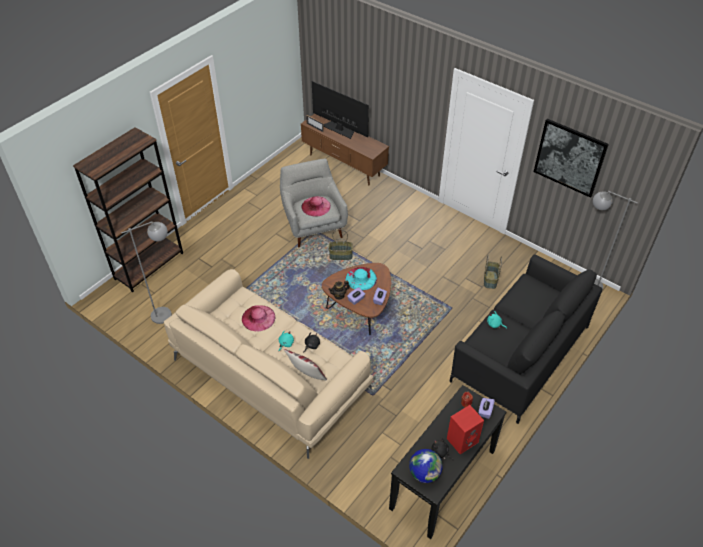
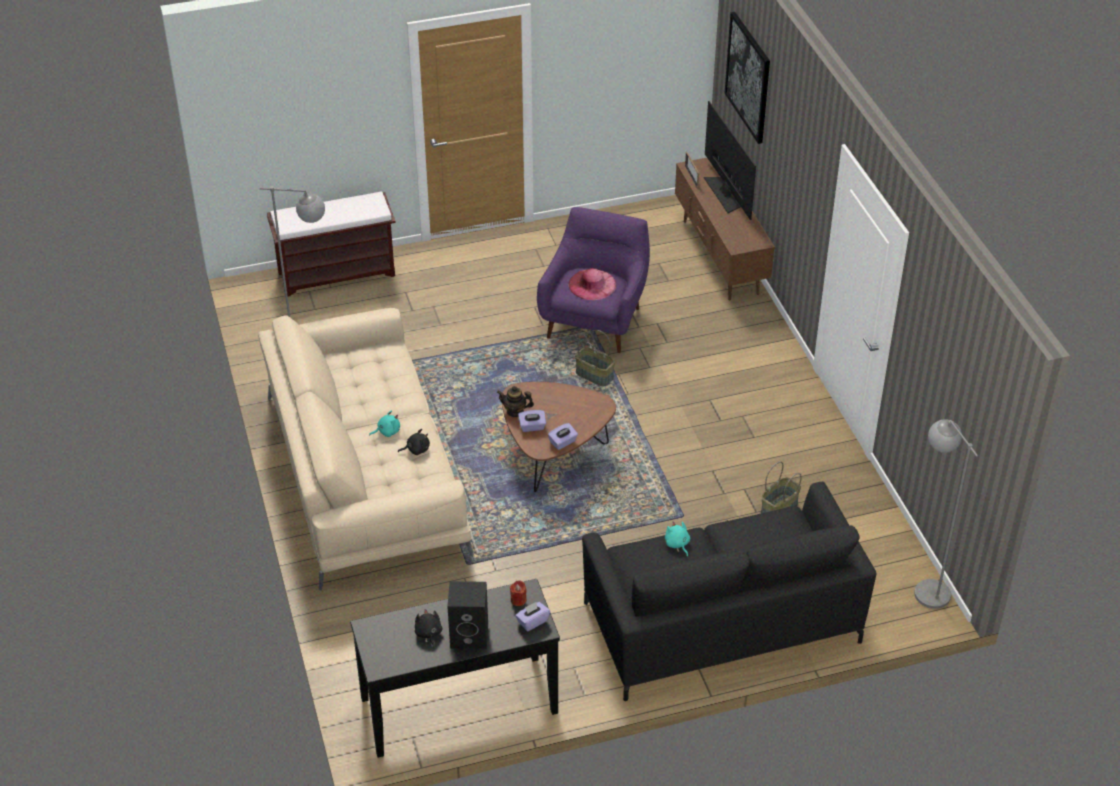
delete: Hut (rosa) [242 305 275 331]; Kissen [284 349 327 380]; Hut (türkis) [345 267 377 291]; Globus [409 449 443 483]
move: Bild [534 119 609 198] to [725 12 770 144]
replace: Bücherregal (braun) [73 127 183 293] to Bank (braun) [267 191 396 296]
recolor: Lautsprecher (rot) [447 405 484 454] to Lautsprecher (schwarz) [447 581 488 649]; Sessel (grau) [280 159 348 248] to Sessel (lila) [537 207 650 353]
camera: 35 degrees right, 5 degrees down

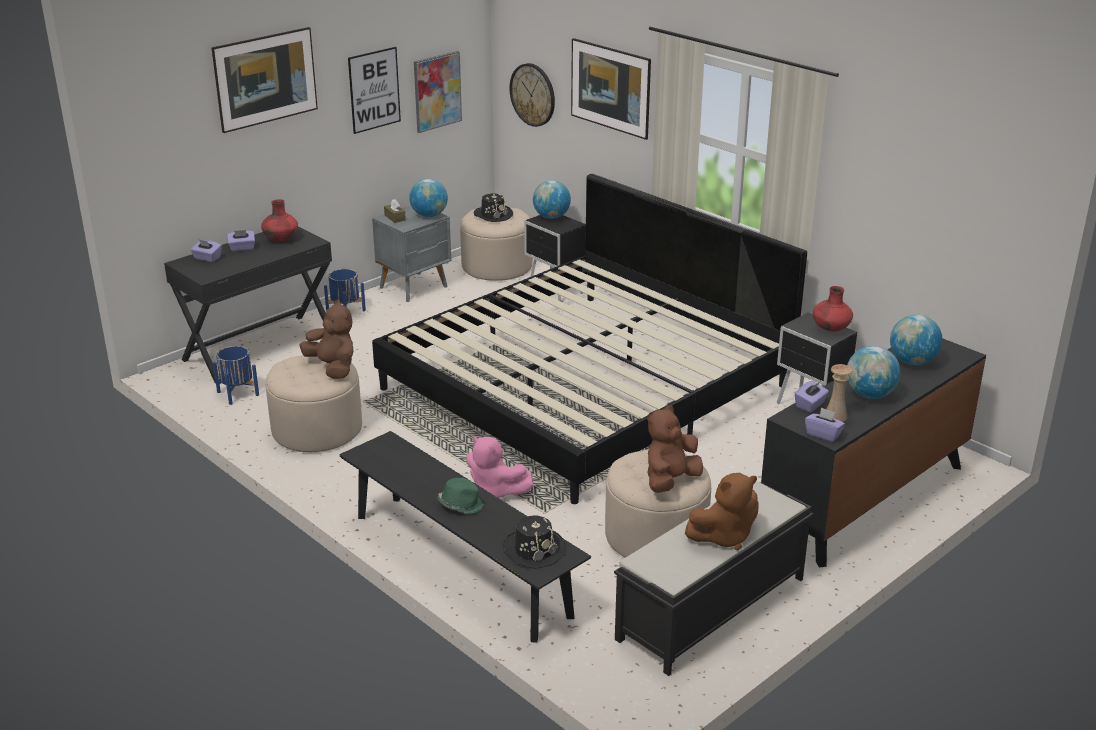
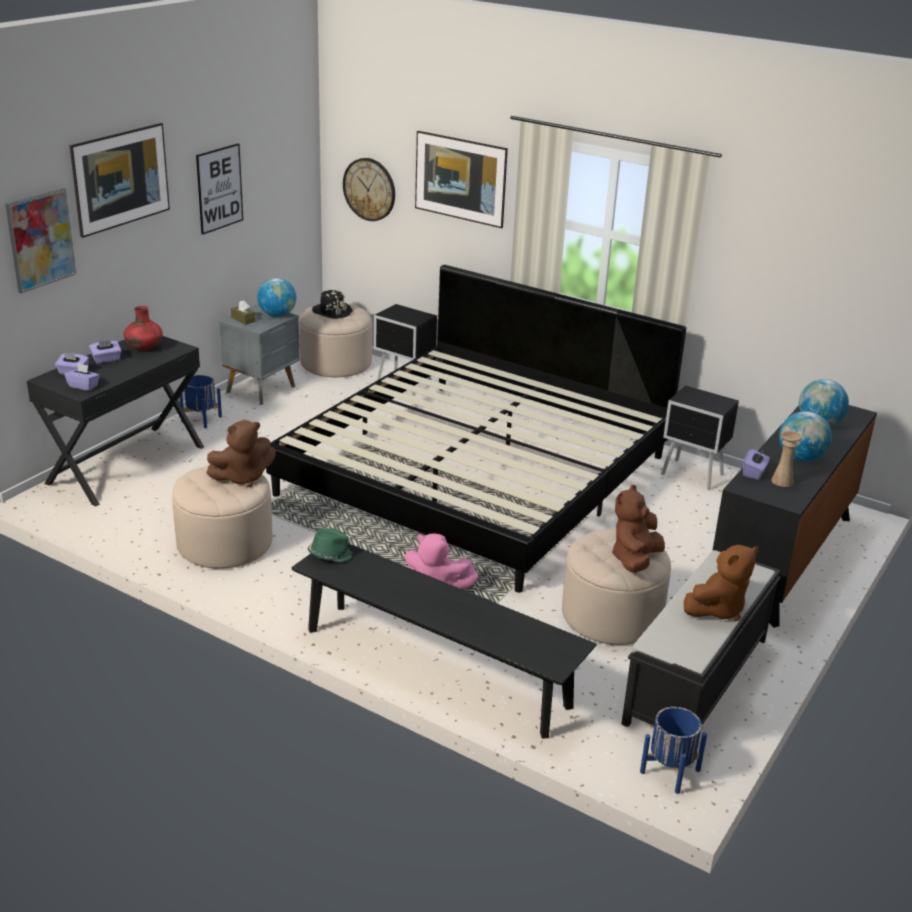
delete: Hut (schwarz) [503 515 566 569]; Globus [533 180 571 219]; Vase (rot) [813 286 853 332]
move: Bild [414 51 462 133] to [5 188 76 293]; Taschentuchbox (lila) [805 407 845 442] to [64 363 100 391]; Hut (grün) [437 478 484 514] to [308 528 353 562]; Pflanzkübel (blau) [213 346 259 405] to [640 707 707 794]
rotate: Plüschtier (braun) [299 300 353 379] = [207 420 276 487] 120 degrees clockwise
camera: 15 degrees left, 0 degrees up

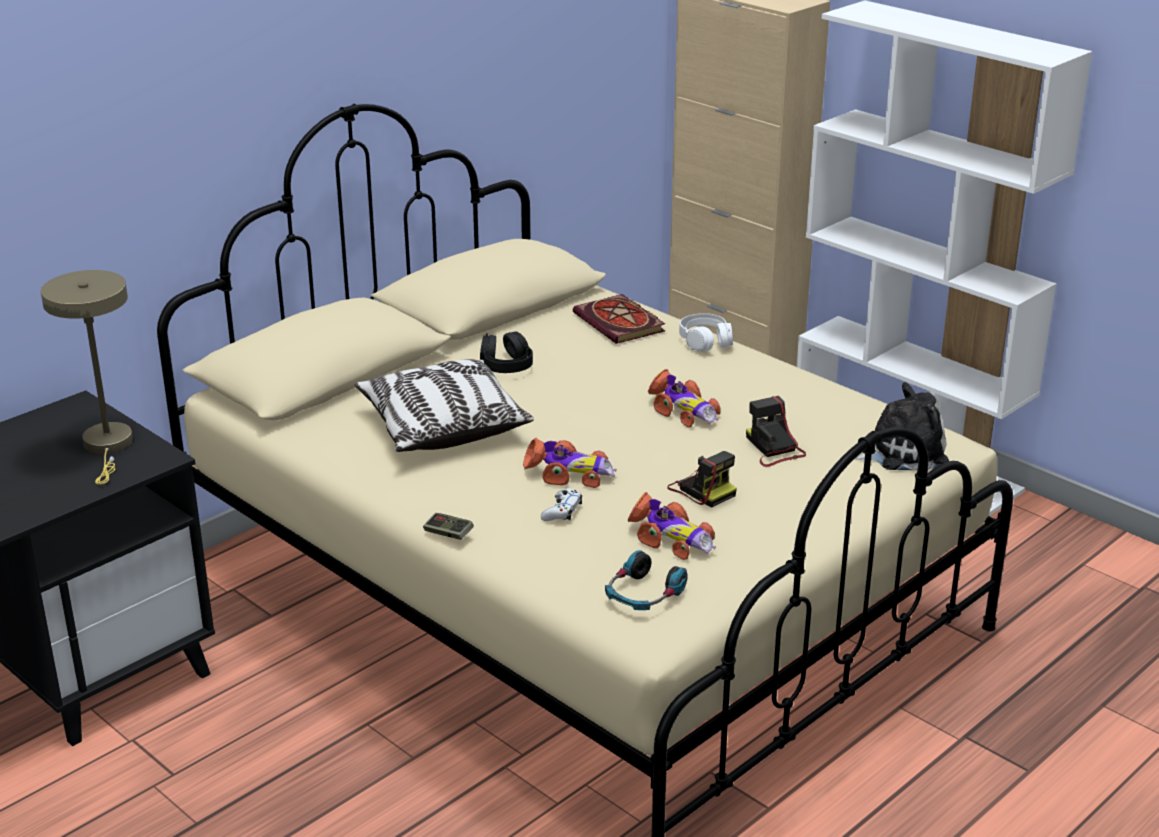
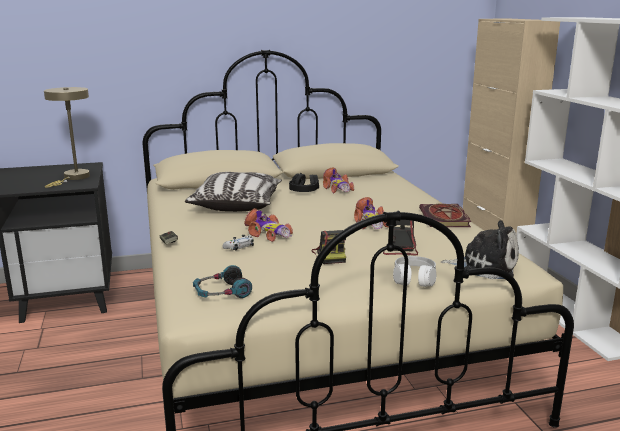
move: Spielzeugauto [628 492 716 560] to [323 167 354 194]; Kopfhörer (weiß) [679 313 733 351] to [393 256 436 287]; Buch [573 294 665 344] to [419 203 471 227]
camera: 30 degrees right, 10 degrees down

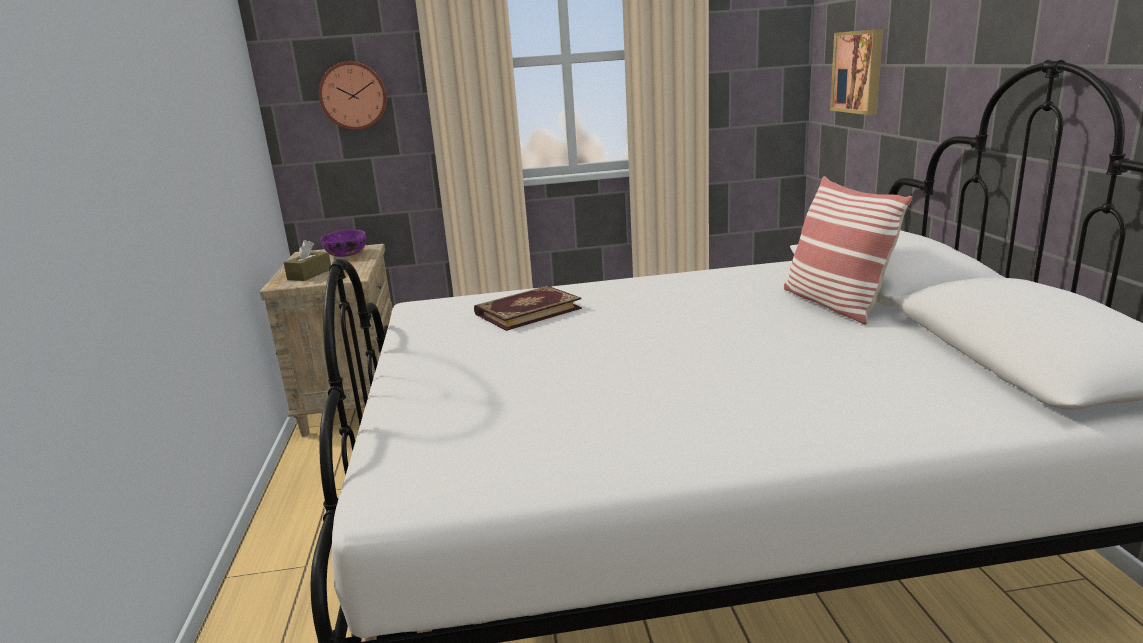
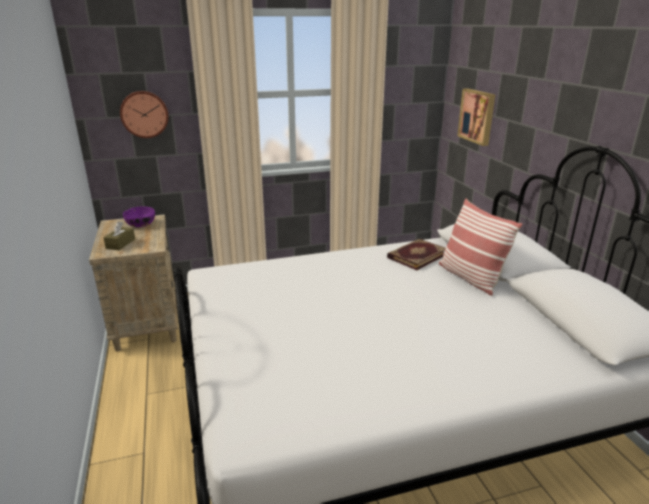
move: Buch [474 286 582 331] to [387 239 445 270]
camera: 10 degrees left, 5 degrees up

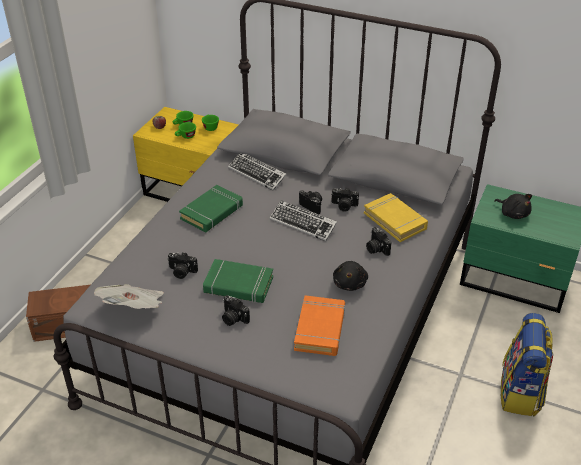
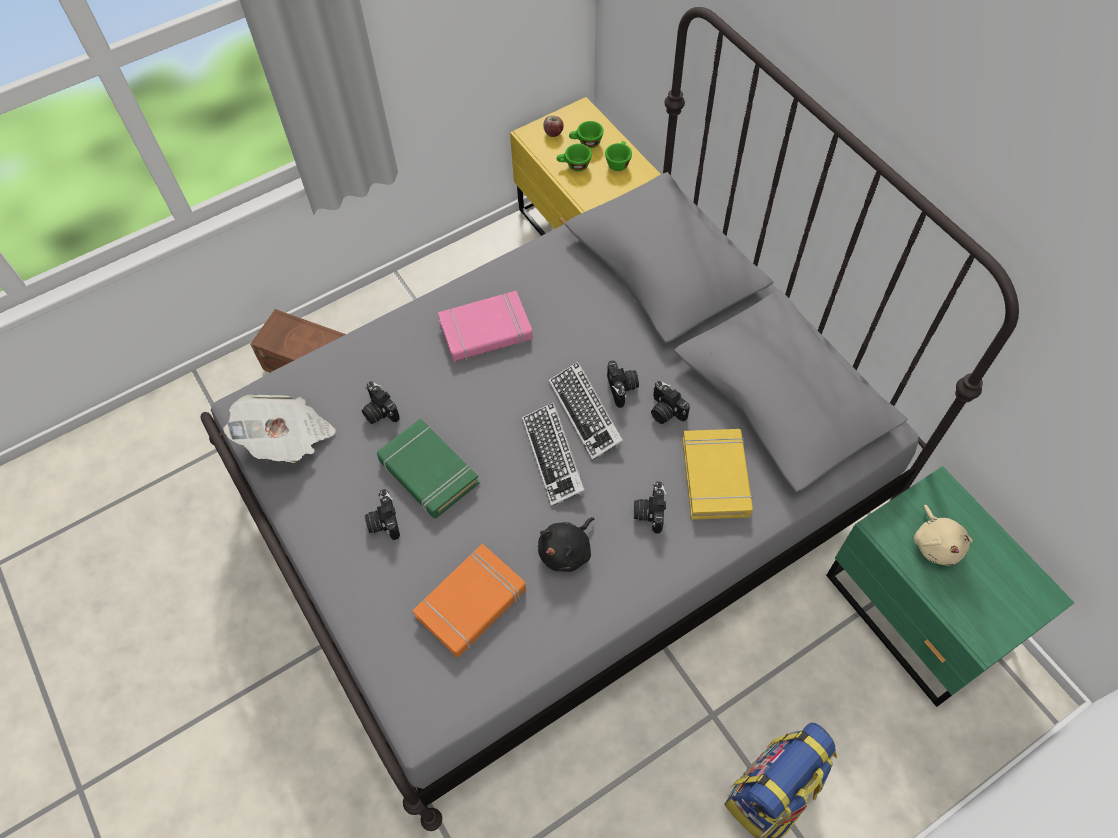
move: Tastatur [228 153 287 191] to [522 402 586 507]
recolor: Buch (grün) [179 185 243 232] to Buch (rosa) [438 291 533 362]; Plüschtier (schwarz) [494 194 532 219] to Plüschtier (beige) [914 505 973 566]
camera: 35 degrees right, 20 degrees up

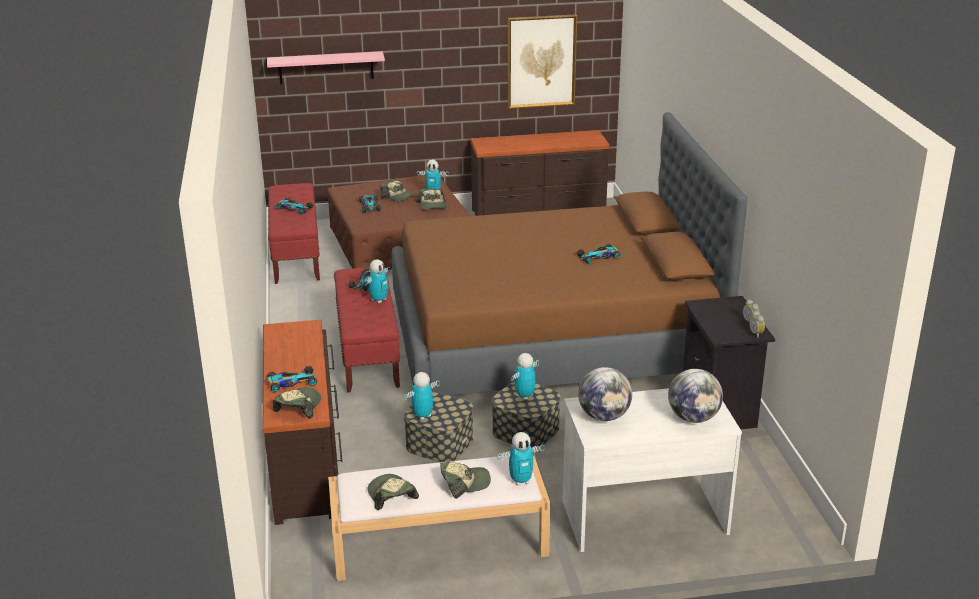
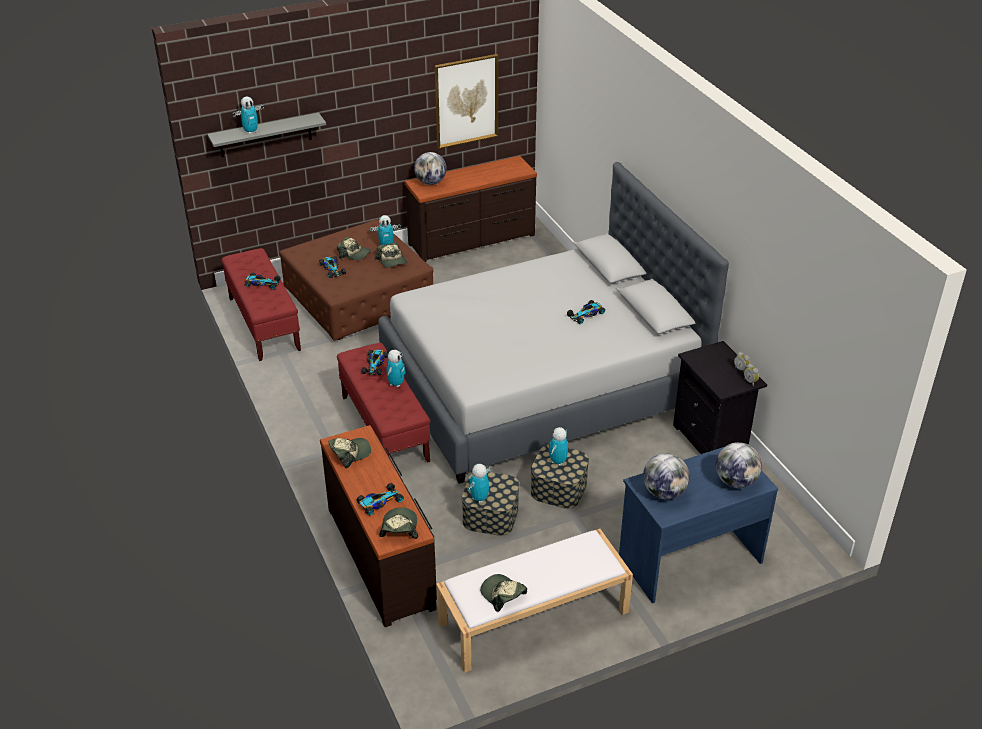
insert: Globus [414 152 447 185]
move: Spielzeugroboter [498 432 545 485] to [233 97 264 134]; Kappe [440 461 491 499] to [328 438 371 468]
recolor: Wandregal (rosa) [267 51 385 84] to Wandregal (grau) [207 113 326 157]; Bett (braun) [391 112 747 395] to Bett (grau) [378 162 729 484]; Schreibtisch (weiß) [563 388 742 552] to Schreibtisch (blau) [619 447 778 603]
camera: 15 degrees left, 10 degrees up

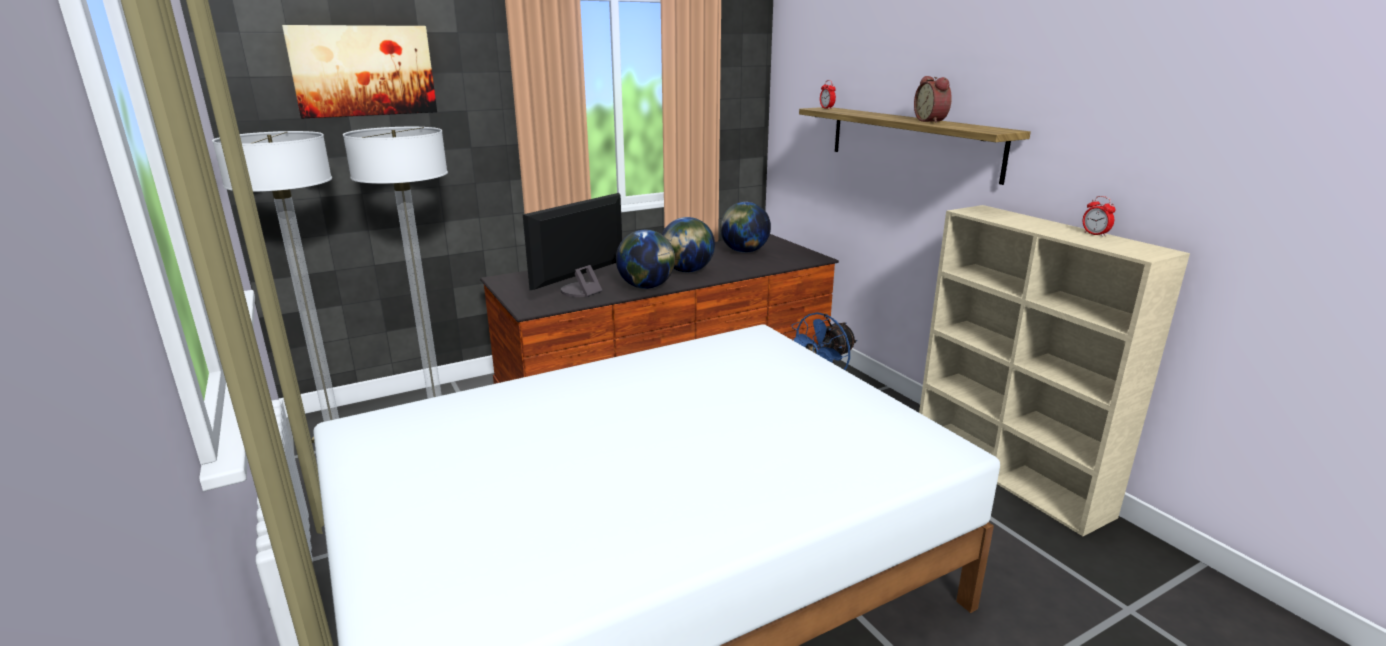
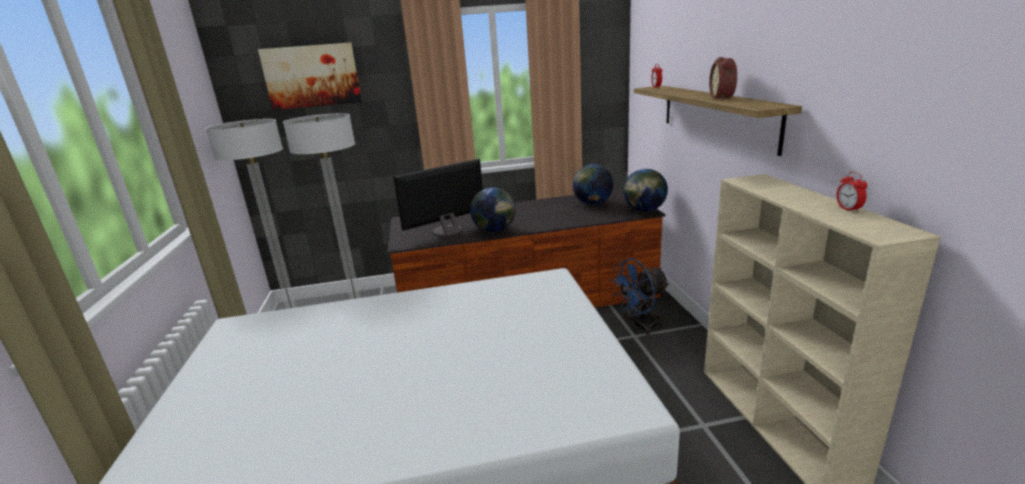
move: Globus [662 217 715 272] to [623 169 668 212]
camera: 20 degrees right, 0 degrees up

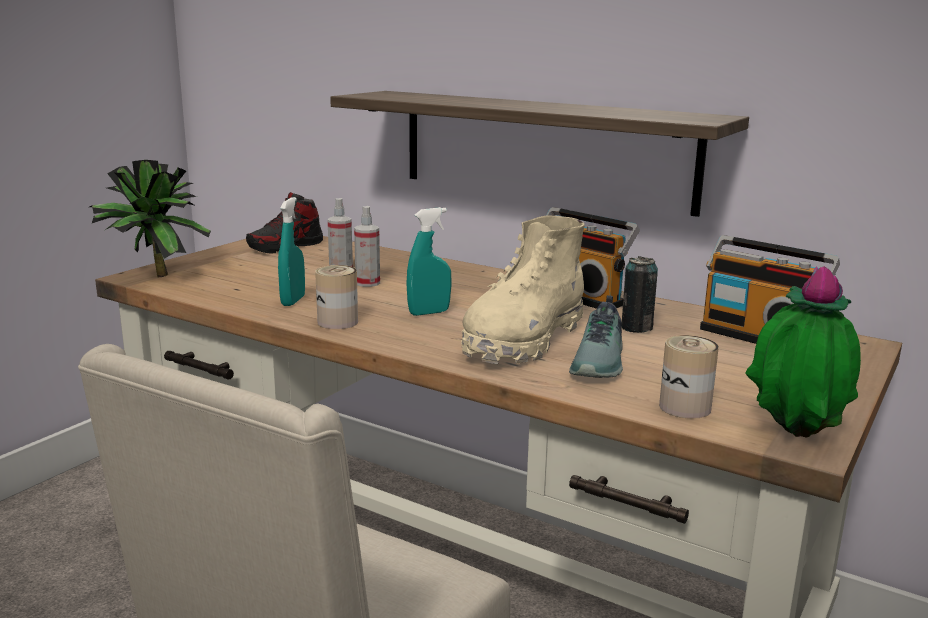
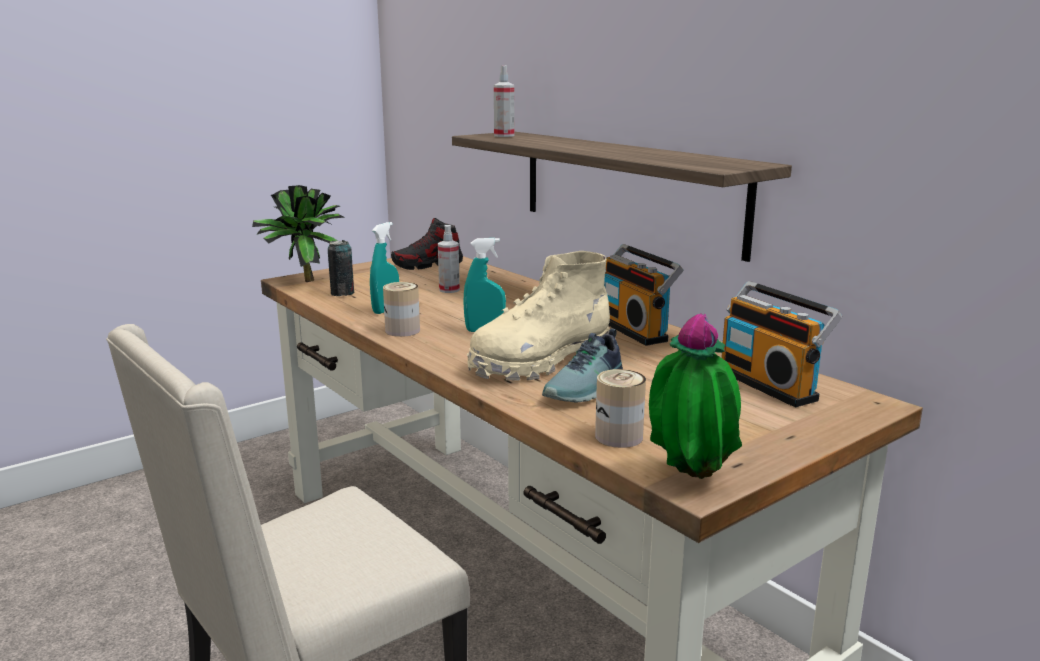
move: Dose [622 256 658 333] to [328 240 354 296]; Sprühflasche [354 206 380 287] to [494 66 514 137]
camera: 20 degrees right, 0 degrees up

